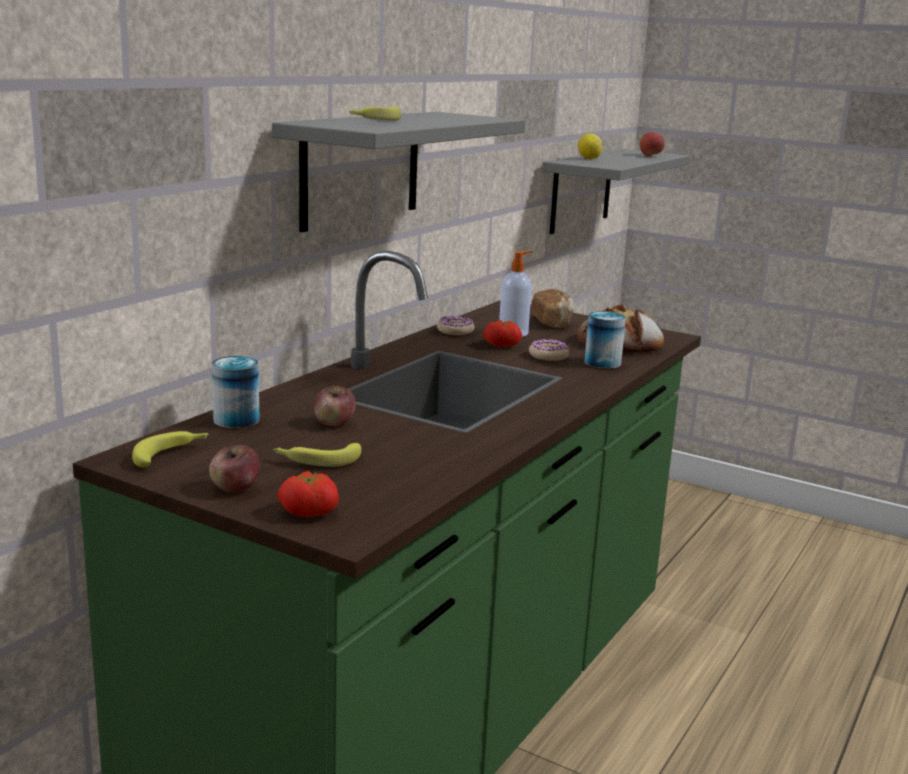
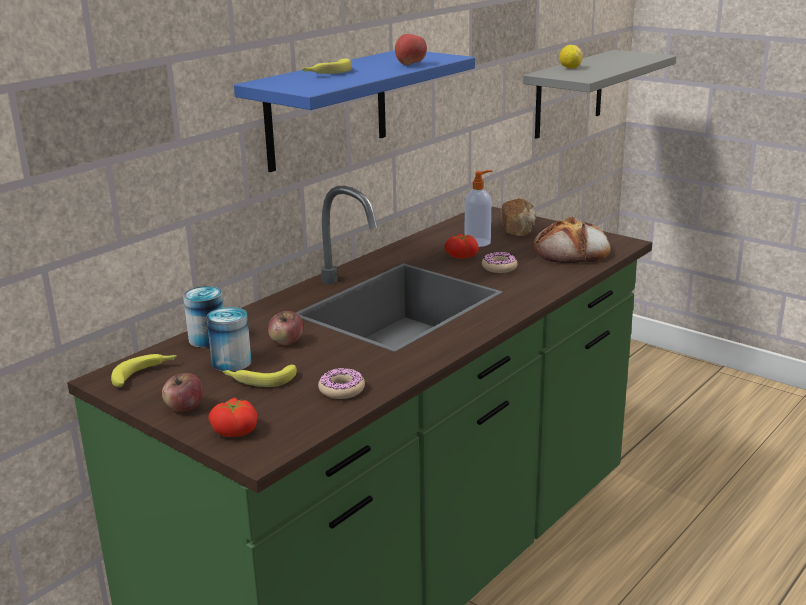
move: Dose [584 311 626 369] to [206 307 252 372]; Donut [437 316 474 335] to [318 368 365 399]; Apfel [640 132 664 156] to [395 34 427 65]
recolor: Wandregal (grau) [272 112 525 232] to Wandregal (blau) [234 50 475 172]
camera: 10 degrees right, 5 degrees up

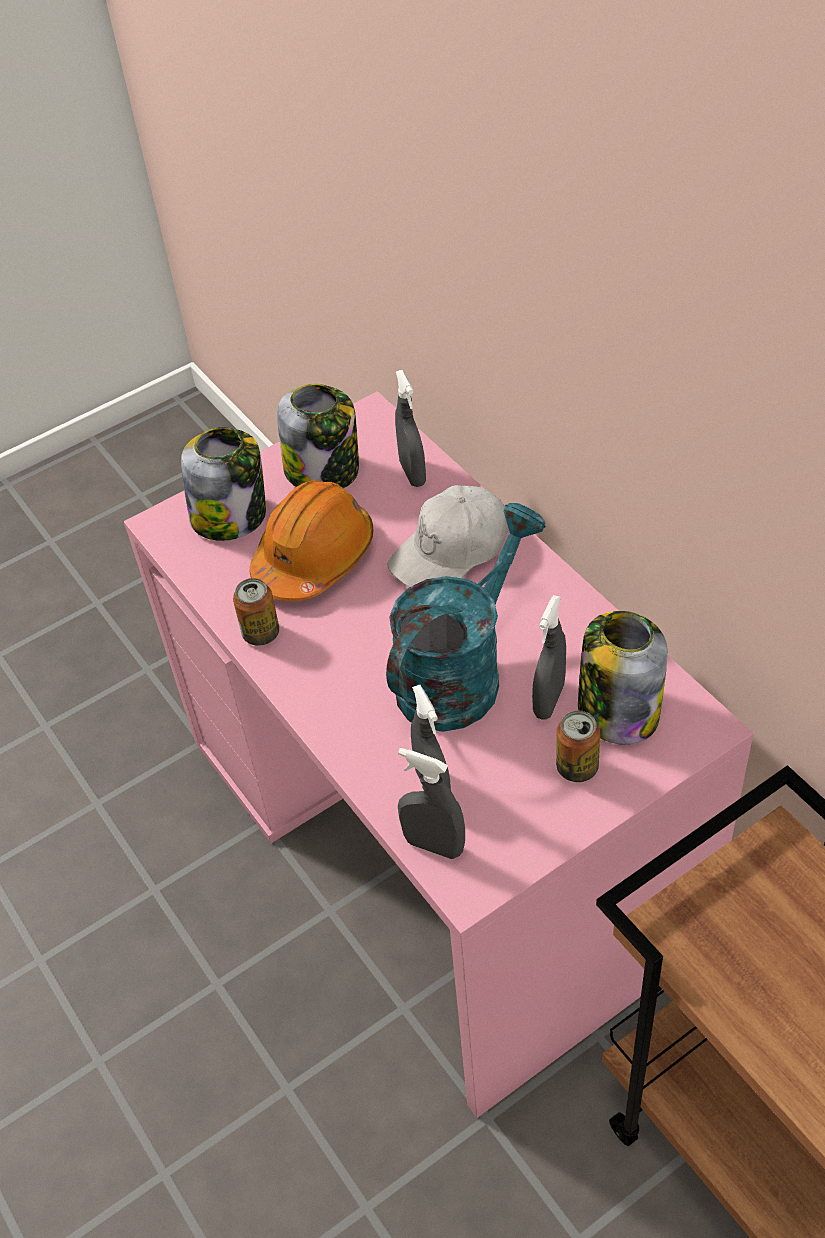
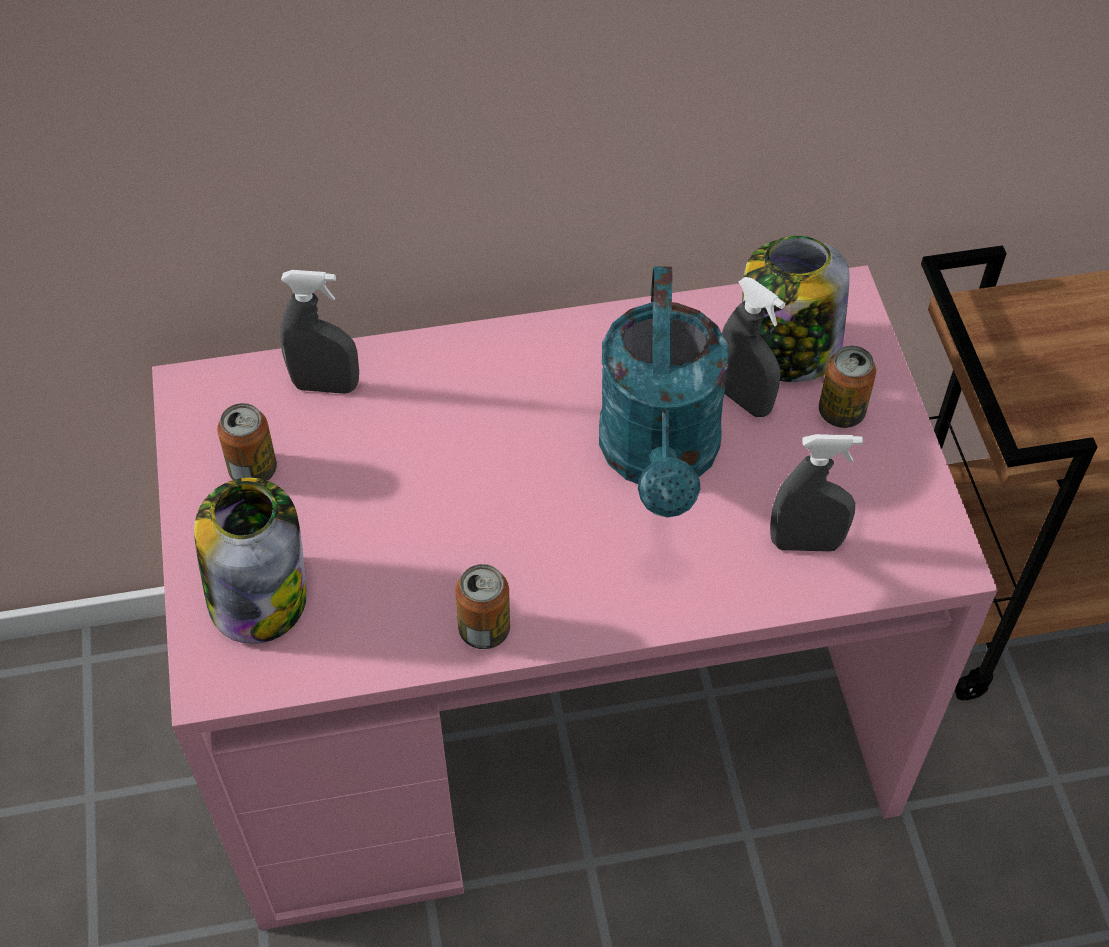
delete: Schutzhelm (orange) [250 480 373 601]; Kappe (weiß) [388 485 508 587]; Sprühflasche (grau) [398 748 465 859]
replace: Vorratsglas [277 384 359 488] to Dose [217 403 277 481]
rotate: Gießkanne (türkis) [386 503 546 732] = [599 266 729 518] 150 degrees counterclockwise
camera: 70 degrees left, 5 degrees up

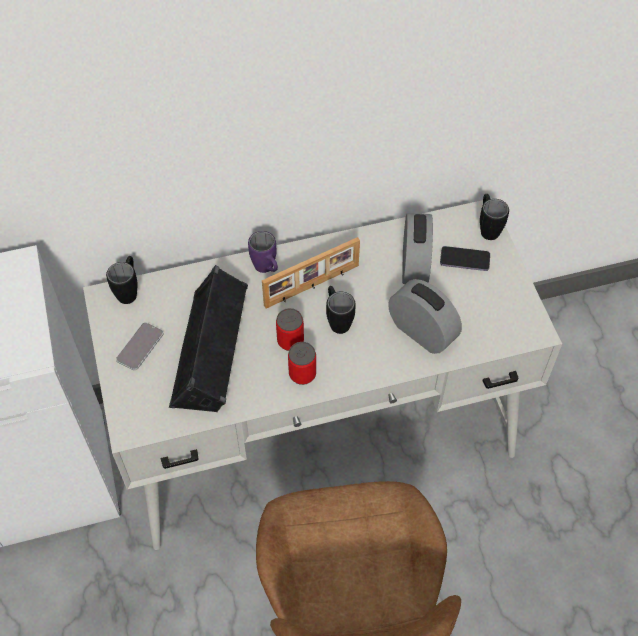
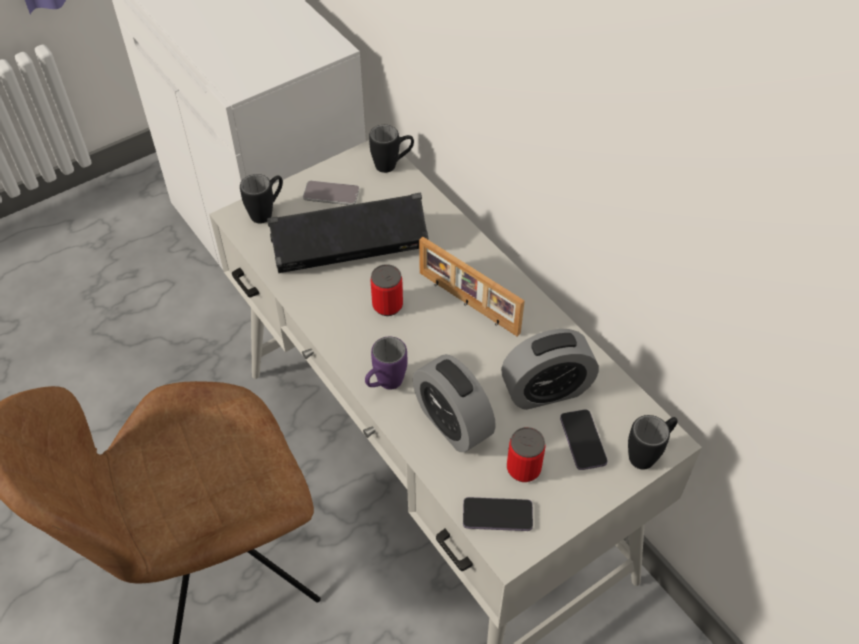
insert: Handy [463 497 533 531]
move: Henkelbecher (schwarz) [326 286 356 334] to [240 174 283 224]; Henkelbecher (lila) [248 231 278 273] to [365 336 407 389]; Dose [288 342 316 385] to [507 427 546 482]
rotate: Wecker [388 279 462 354] = [413 354 496 452] 120 degrees clockwise
camera: 70 degrees right, 5 degrees down

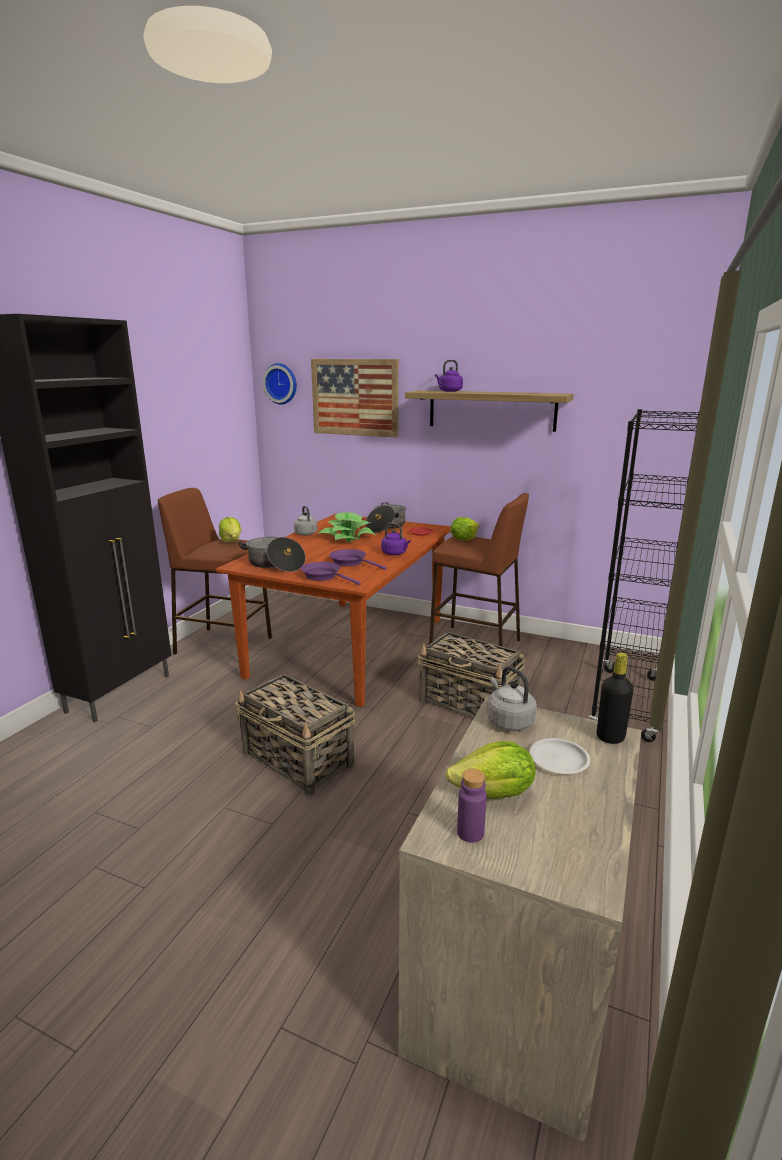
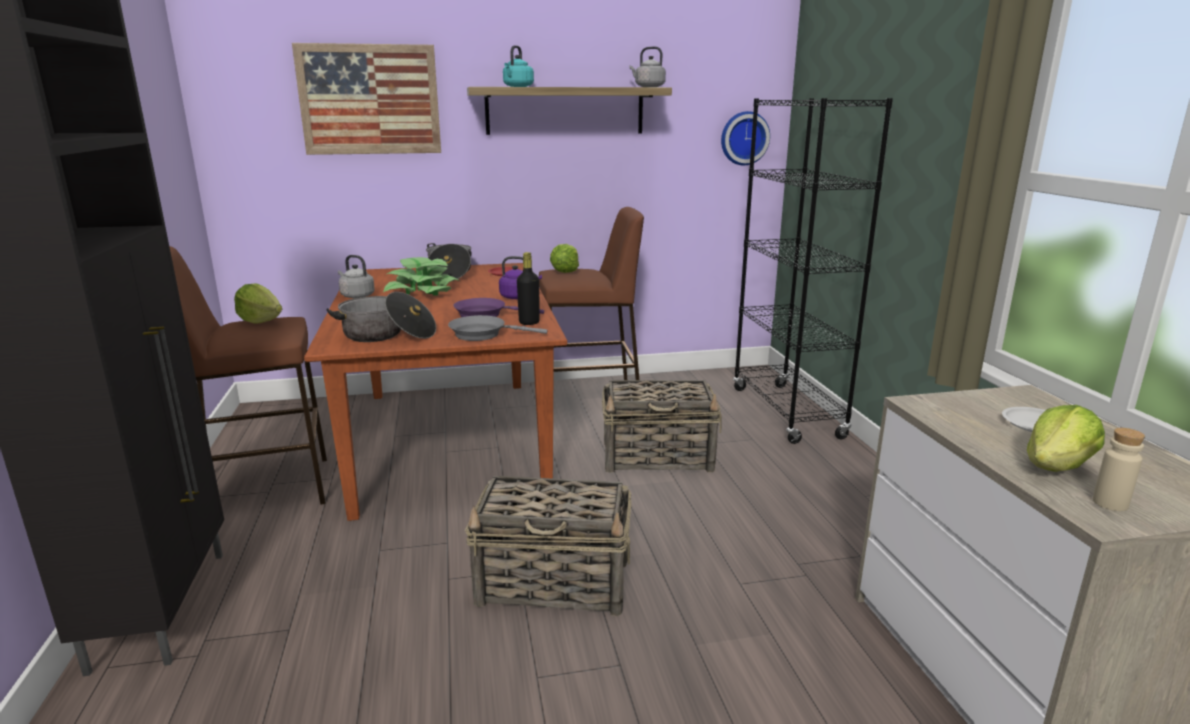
move: Flasche (schwarz) [597 653 633 744] to [517 252 540 325]; Wasserkessel (grau) [487 666 537 731] to [629 46 666 87]; Wanduhr [263 363 297 405] to [721 111 770 165]
recolor: Pfanne (lila) [301 562 361 585] to Pfanne (grau) [448 315 547 341]; Wasserkessel (lila) [435 360 463 392] to Wasserkessel (türkis) [503 45 534 87]; Flasche (lila) [457 768 487 843] to Flasche (beige) [1093 428 1145 511]
camera: 35 degrees left, 0 degrees up

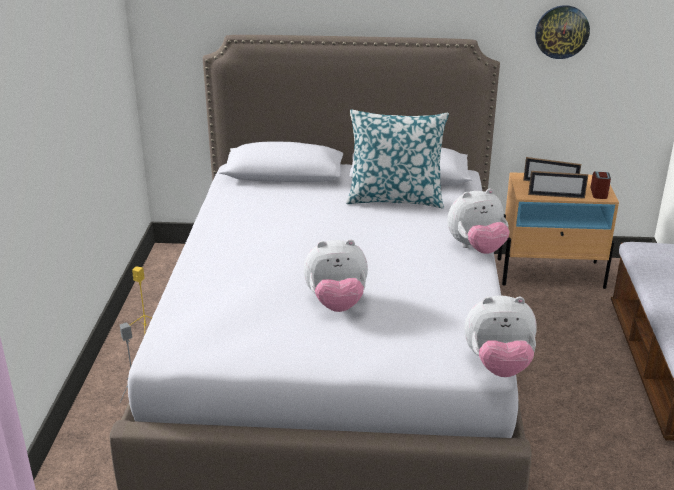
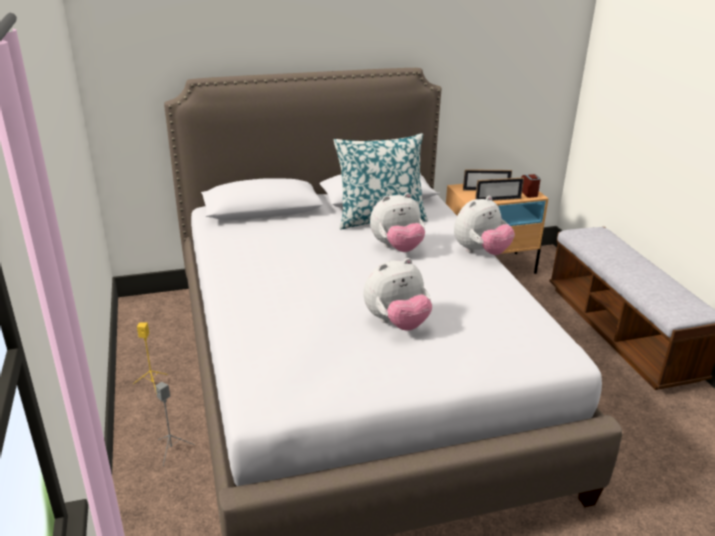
delete: Wanduhr [535 5 590 59]
move: Plüschtier [465 295 537 377] to [370 193 425 252]
camera: 20 degrees left, 0 degrees up

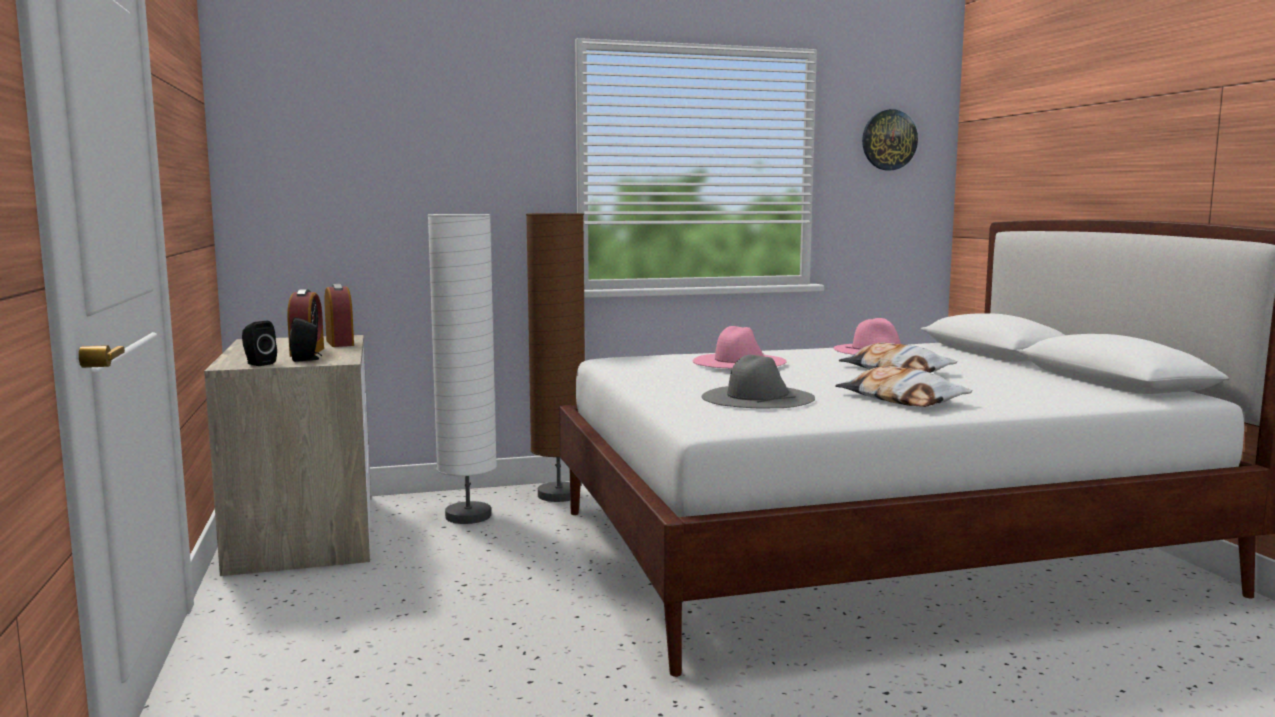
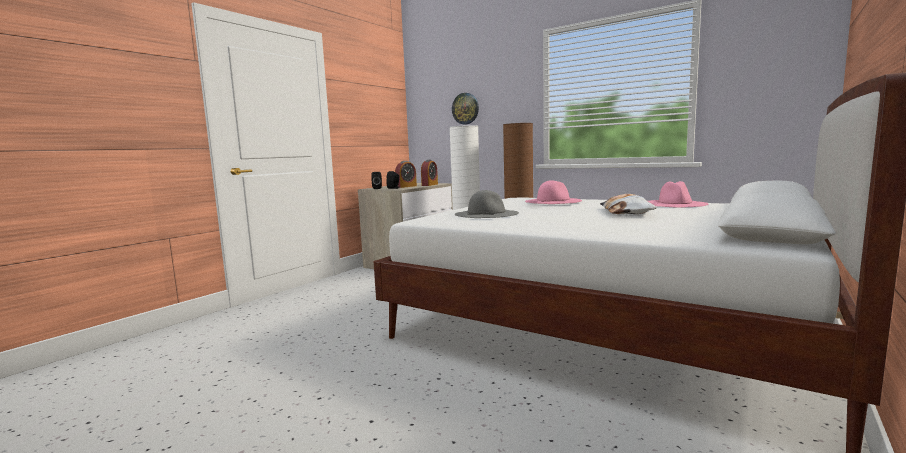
delete: Kissen [835 366 972 407]
move: Wanduhr [862 109 918 170] to [452 93 479 125]
camera: 50 degrees right, 0 degrees up

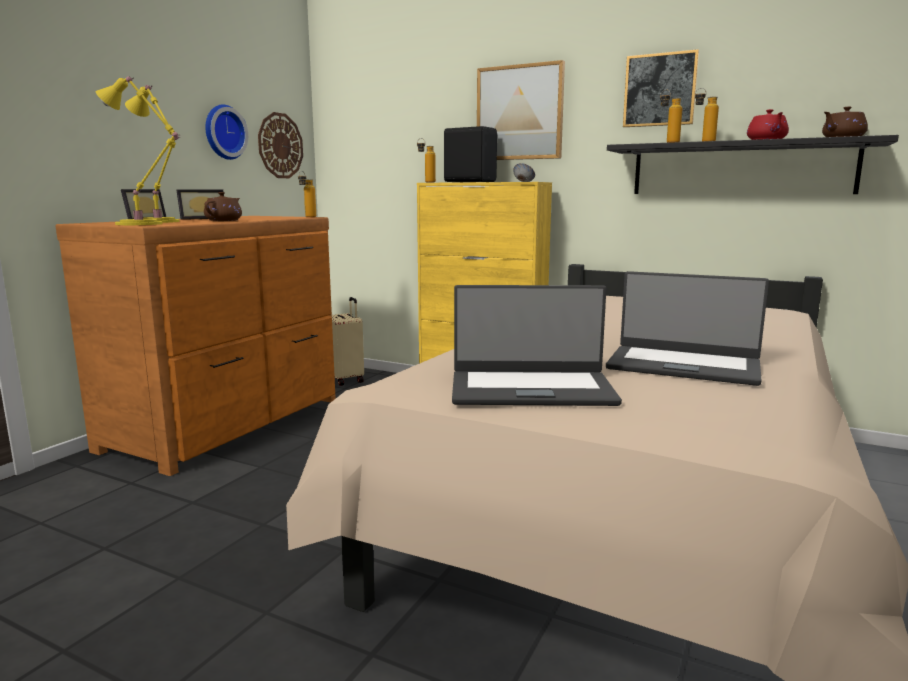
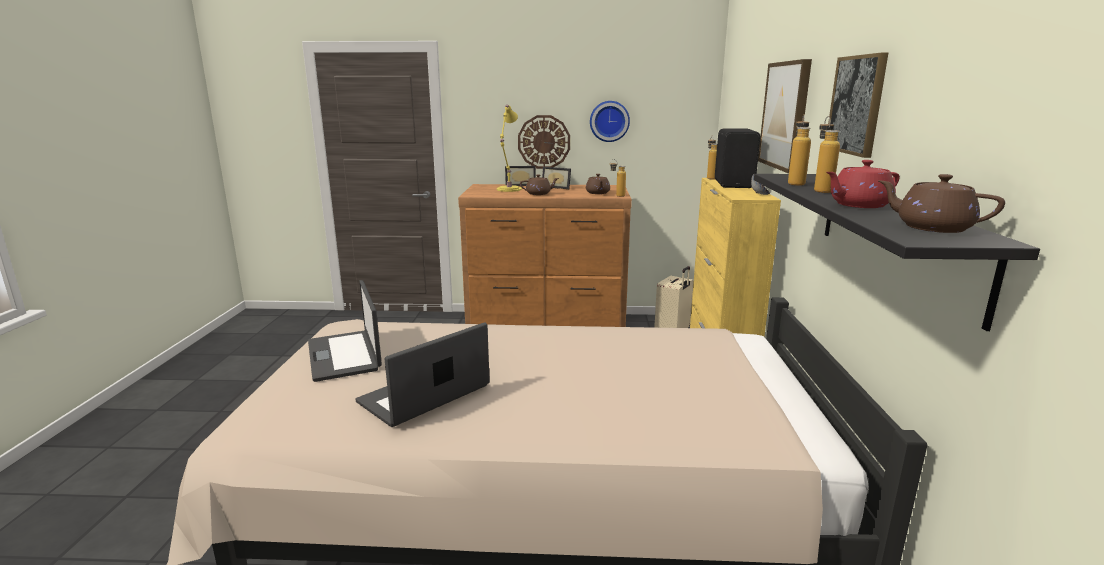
delete: Tischlampe (gelb) [96 77 178 225]
insert: Teekanne (braun) [586 174 610 194]
move: Wanduhr [258 112 303 178] to [518 115 570 169]
rotate: Laptop [606 271 769 386] = [355 322 490 427] 45 degrees clockwise
camera: 65 degrees right, 5 degrees up

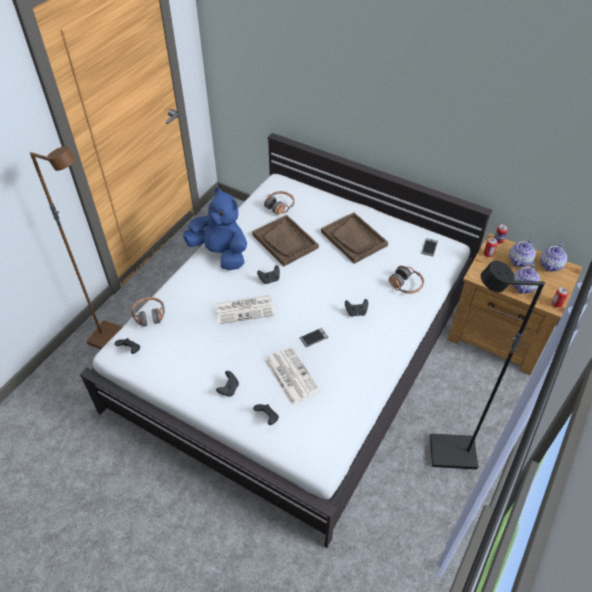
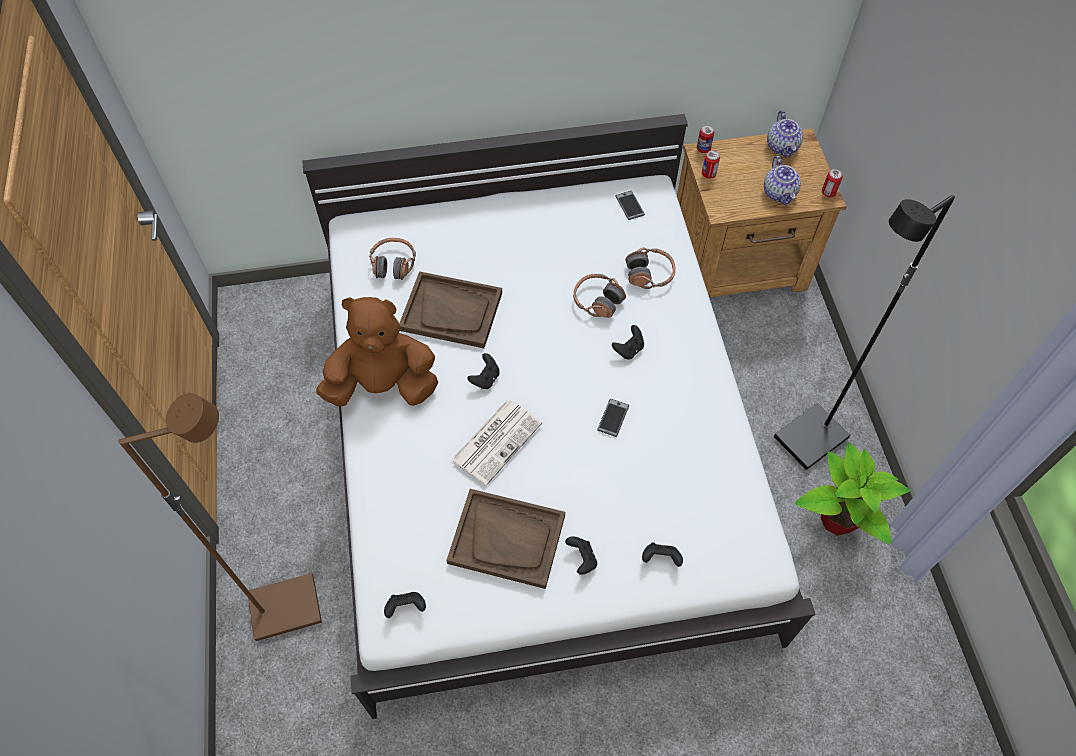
delete: Zeitung [264 346 320 405]; Teekanne [509 238 536 267]
insert: Topfpflanze [795 443 910 544]
move: Tablett (braun) [321 212 388 264] to [446 489 565 589]; Kopfhörer [131 297 165 327] to [573 274 626 318]
recolor: Plüschtier (blau) [183 188 247 270] to Plüschtier (braun) [316 297 438 406]
camera: 40 degrees left, 10 degrees up

